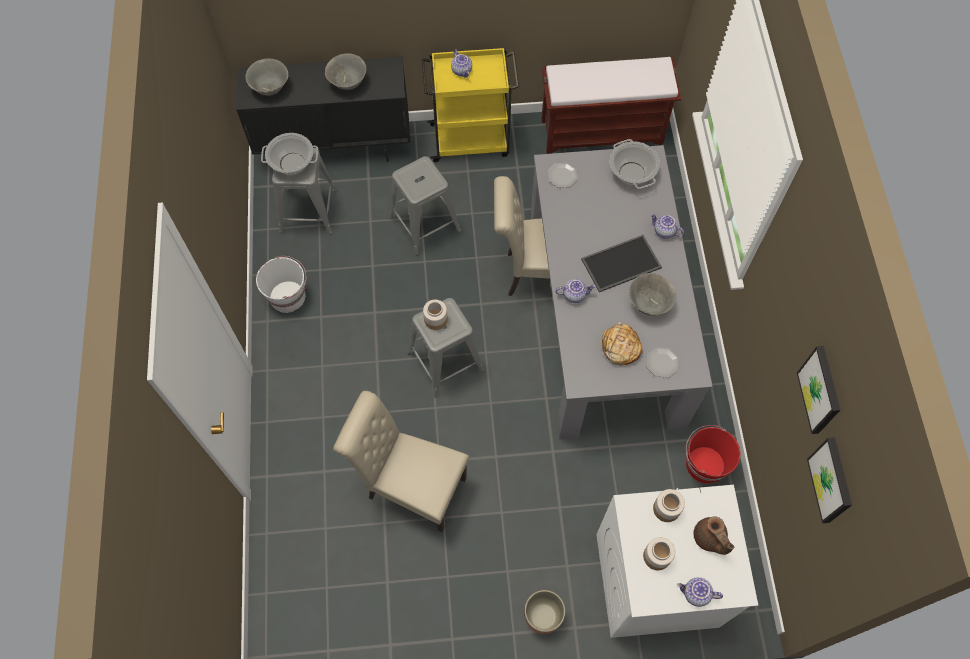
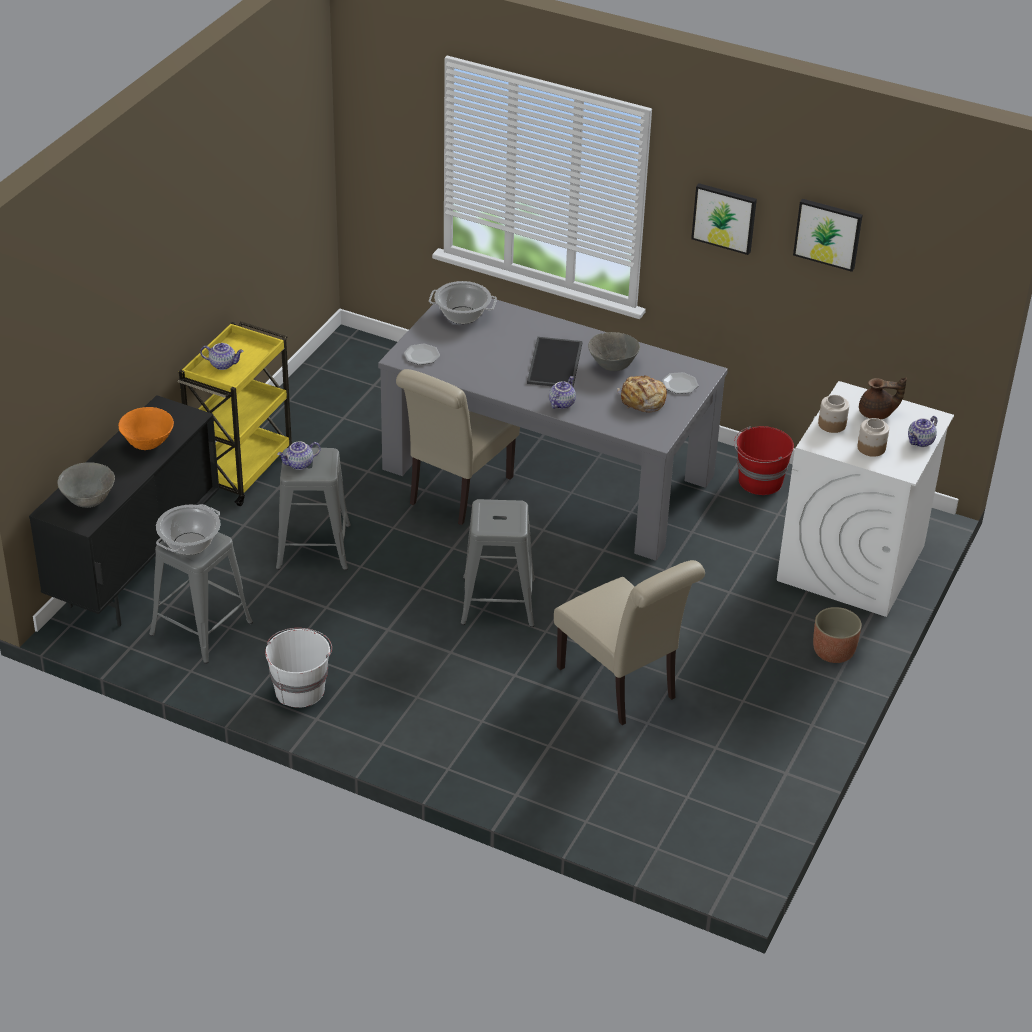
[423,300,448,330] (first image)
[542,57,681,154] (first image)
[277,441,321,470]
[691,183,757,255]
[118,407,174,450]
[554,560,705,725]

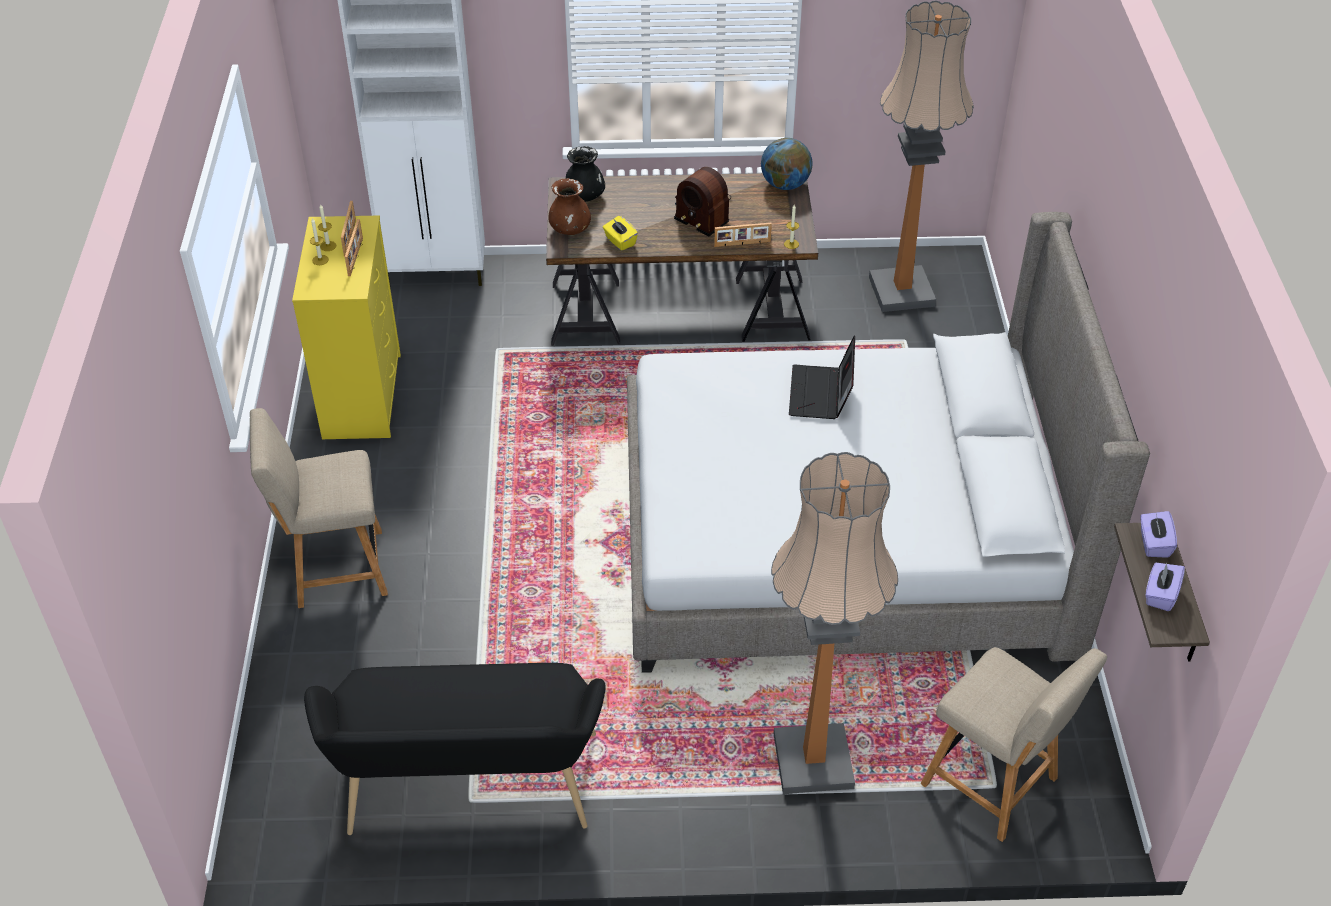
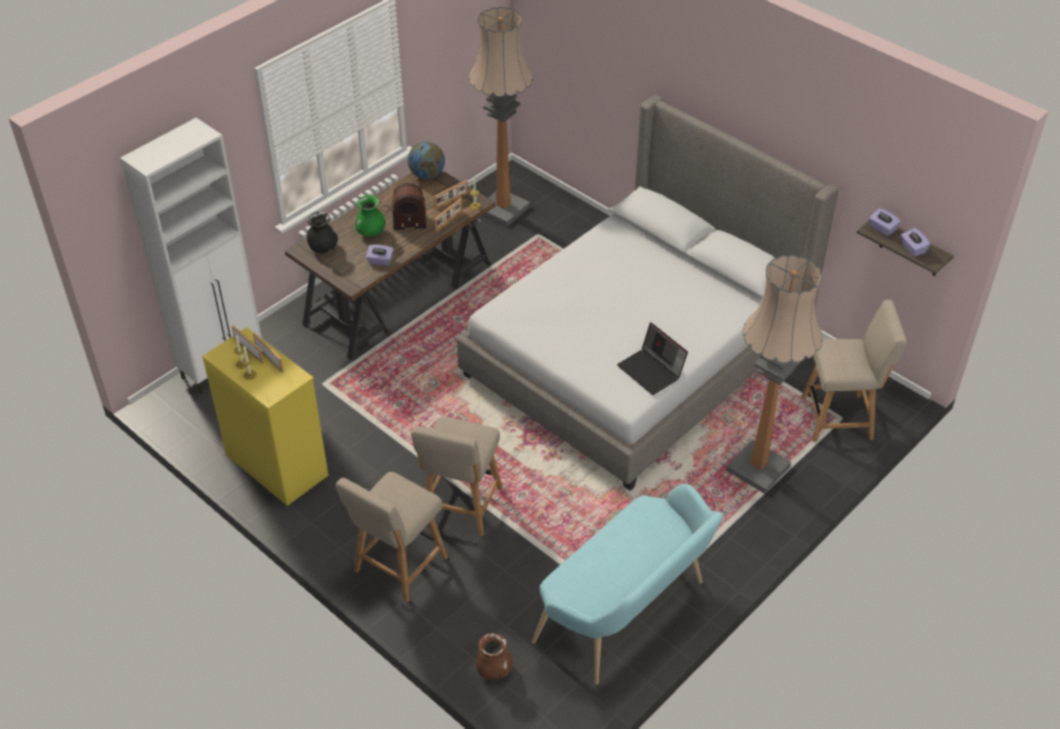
[355,195,385,237]
[411,416,503,536]
[434,180,468,209]
[476,633,512,680]
[617,322,688,395]
[532,484,723,685]
[366,244,394,266]

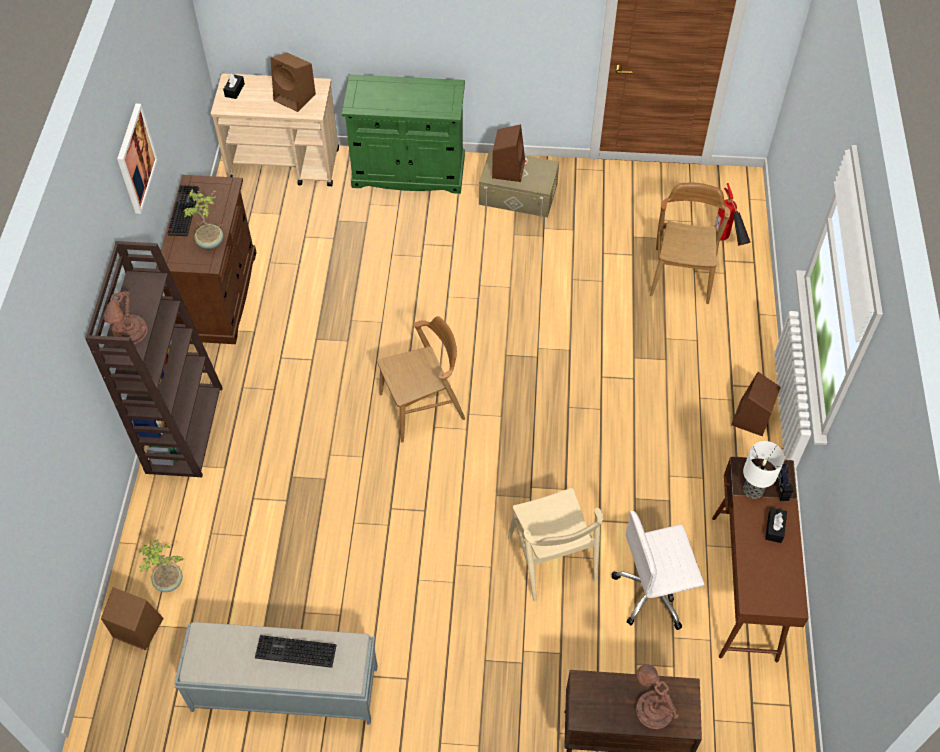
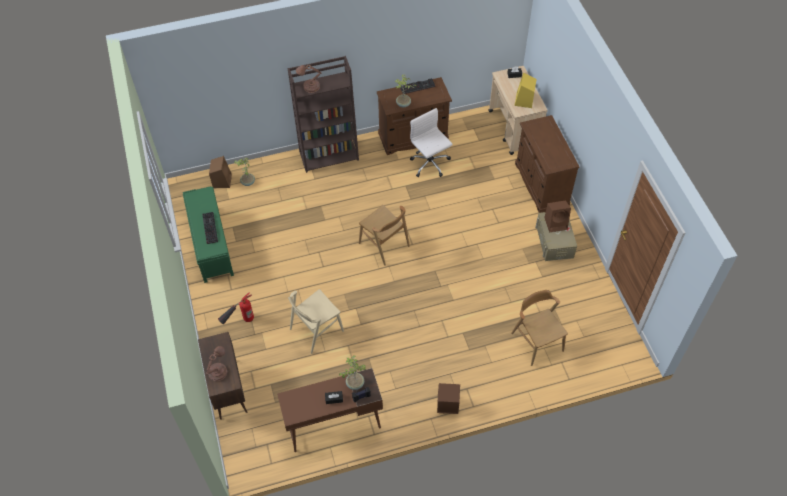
[117,104,158,214] (first image)
[410,108,453,177]
[218,292,254,324]
[339,355,366,390]
[183,187,234,283]
[514,72,537,108]
[515,115,580,213]
[511,290,568,366]

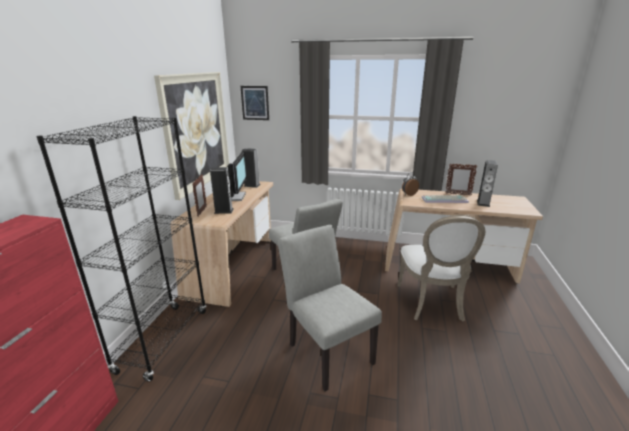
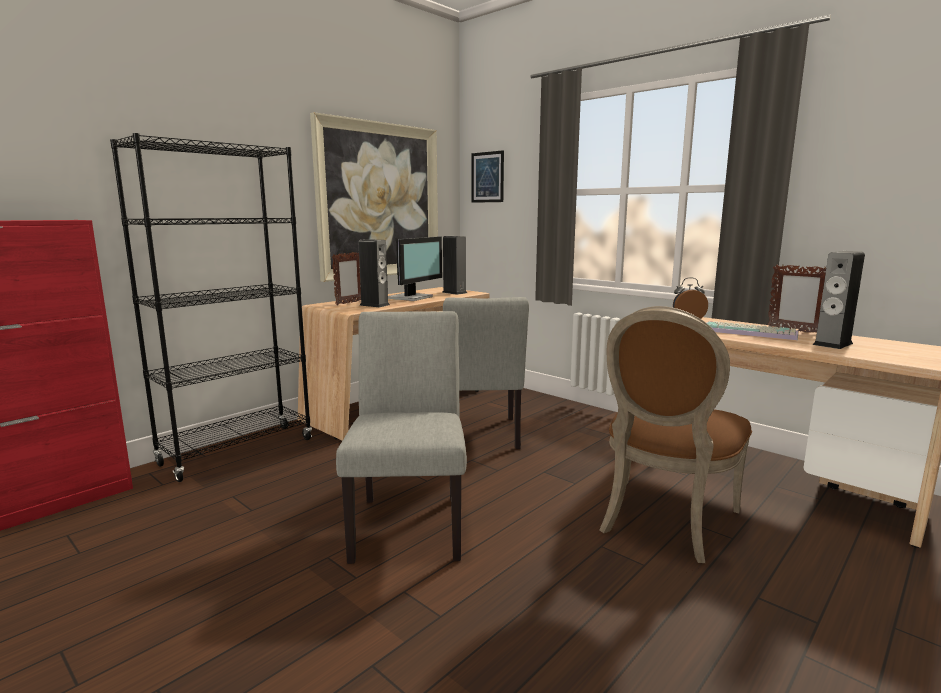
[599,306,752,563]

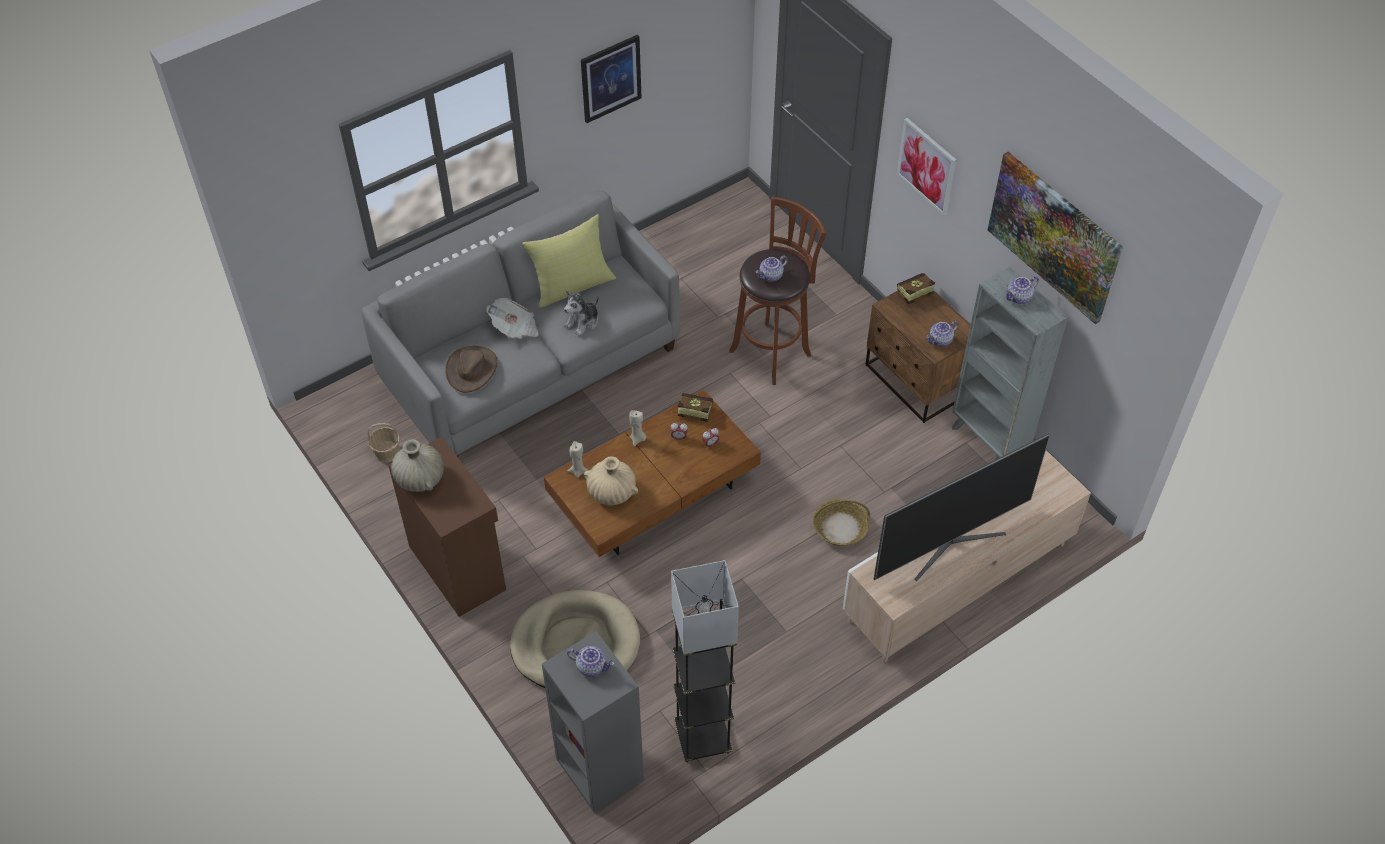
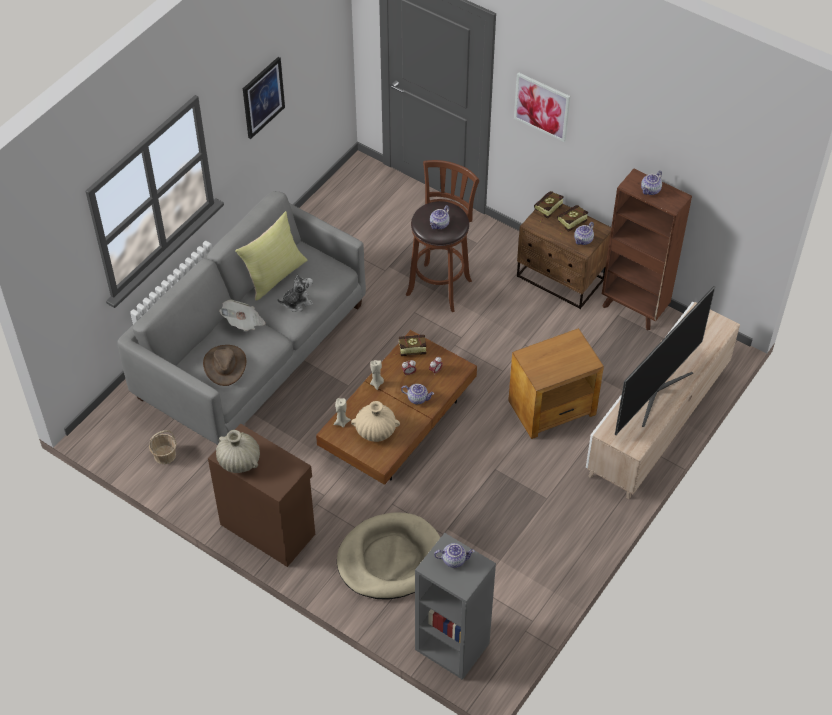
[671,560,739,763] (first image)
[988,152,1123,324] (first image)
[401,384,434,404]
[557,205,588,234]
[508,328,604,439]
[602,169,692,330]
[277,274,313,312]

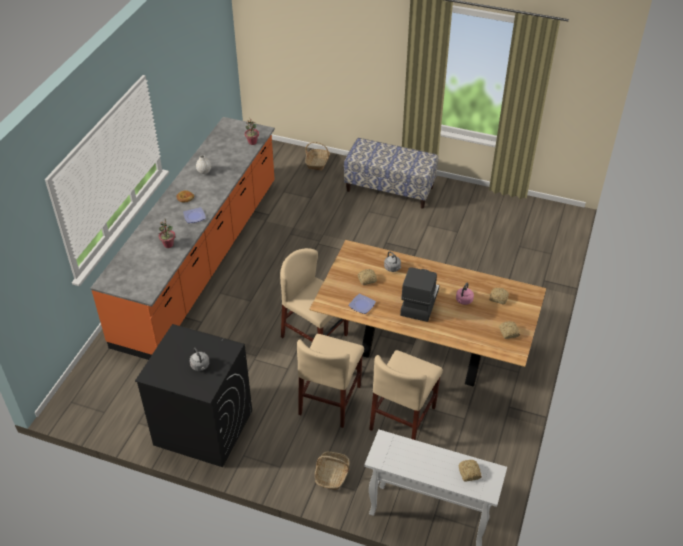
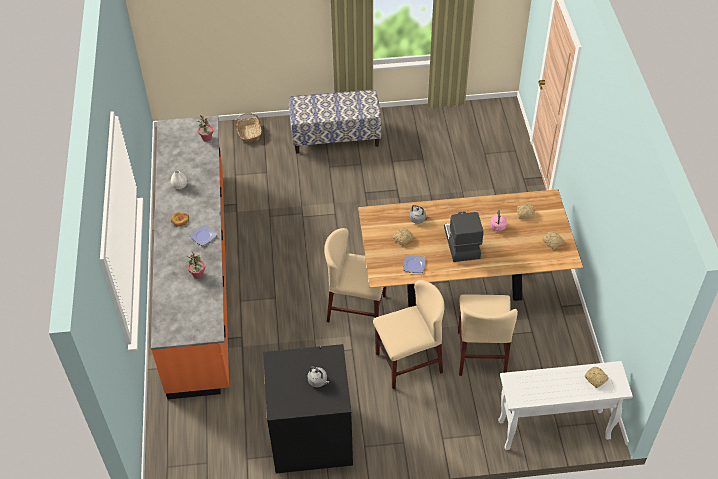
[315,452,350,490] (first image)
[373,280,445,389]

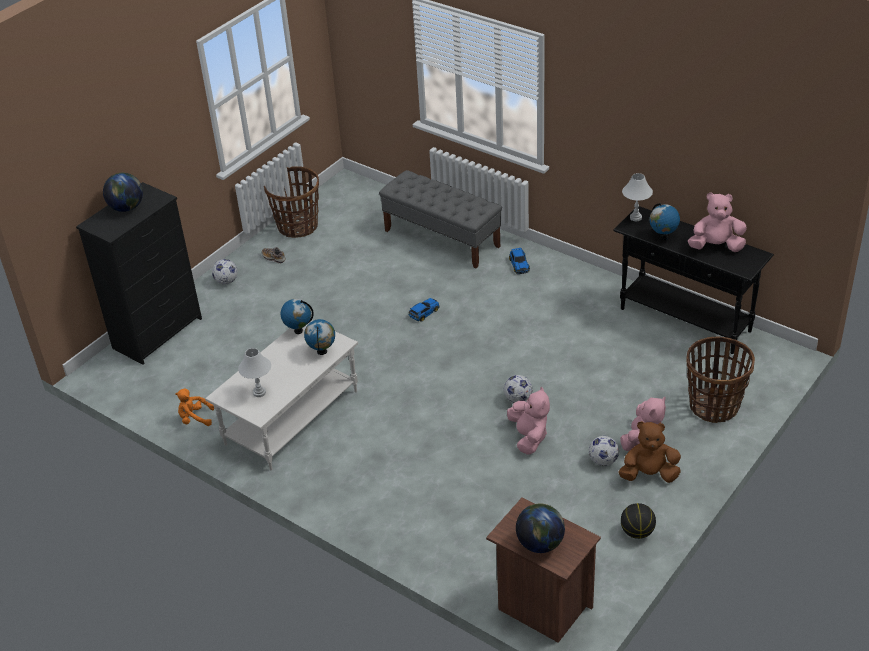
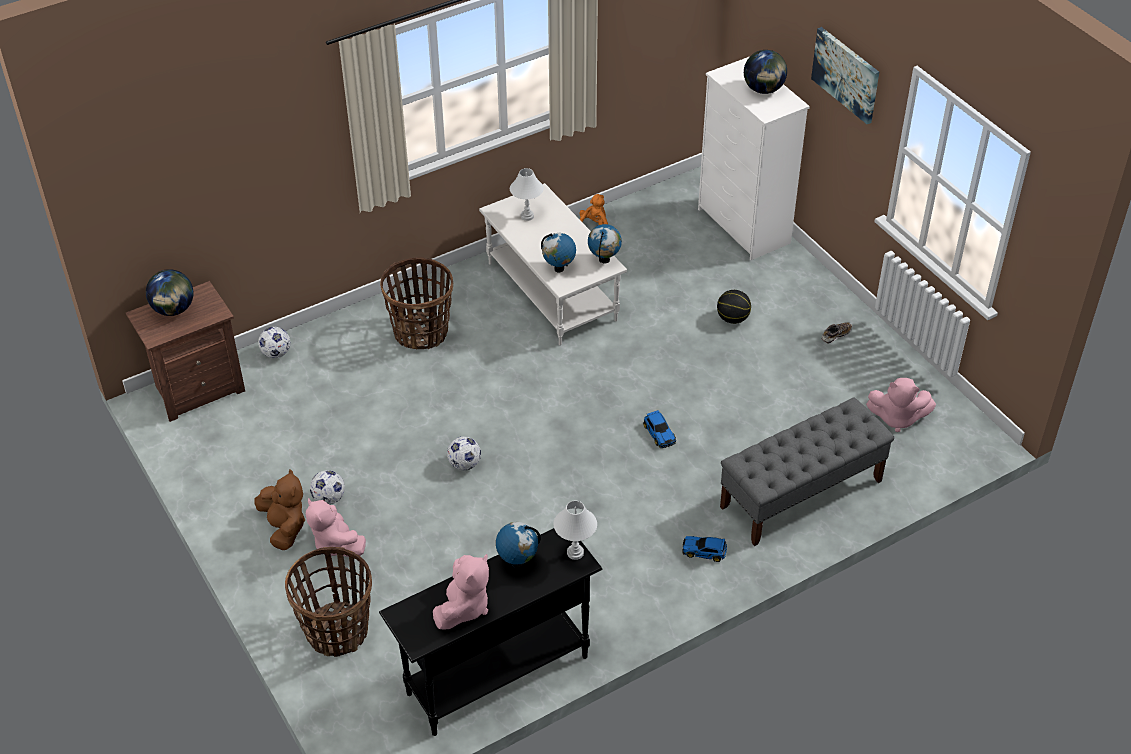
[811,27,879,124]
[258,327,290,358]
[380,257,453,349]
[866,378,936,432]
[717,290,751,324]
[698,57,810,260]
[254,469,305,550]

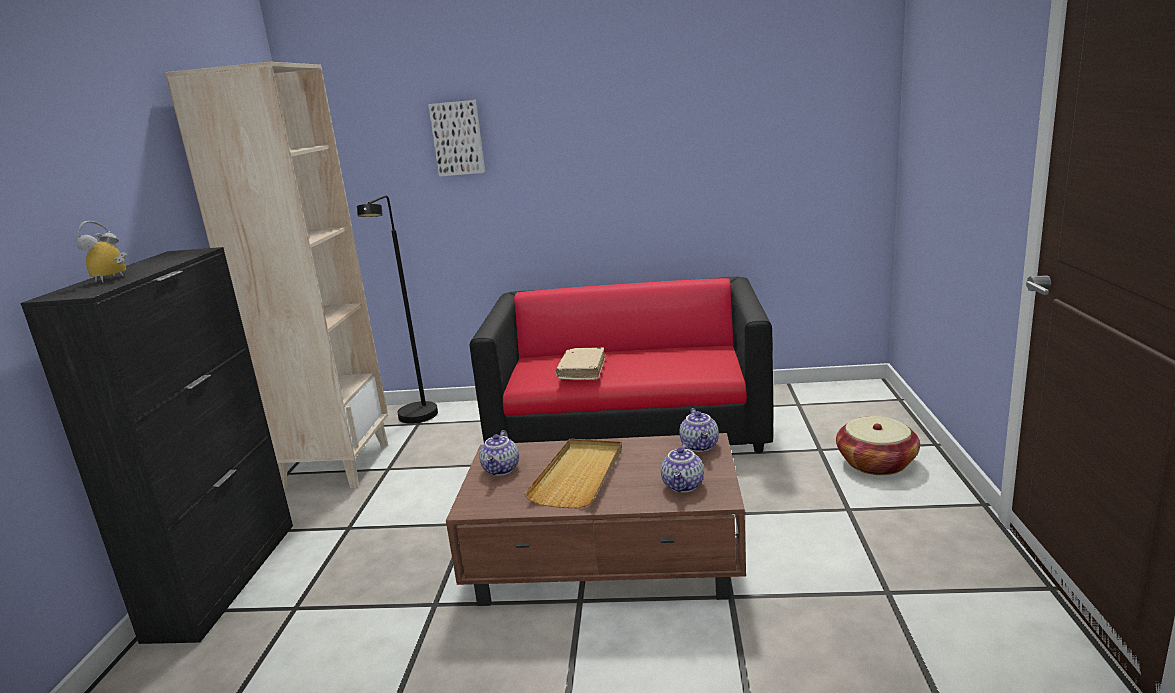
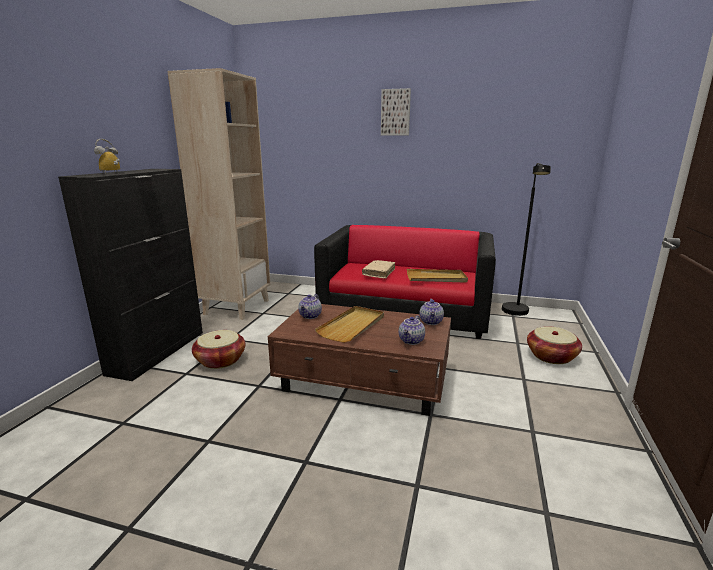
[192,330,245,369]
[407,269,468,283]
[502,163,551,316]
[381,88,411,136]

